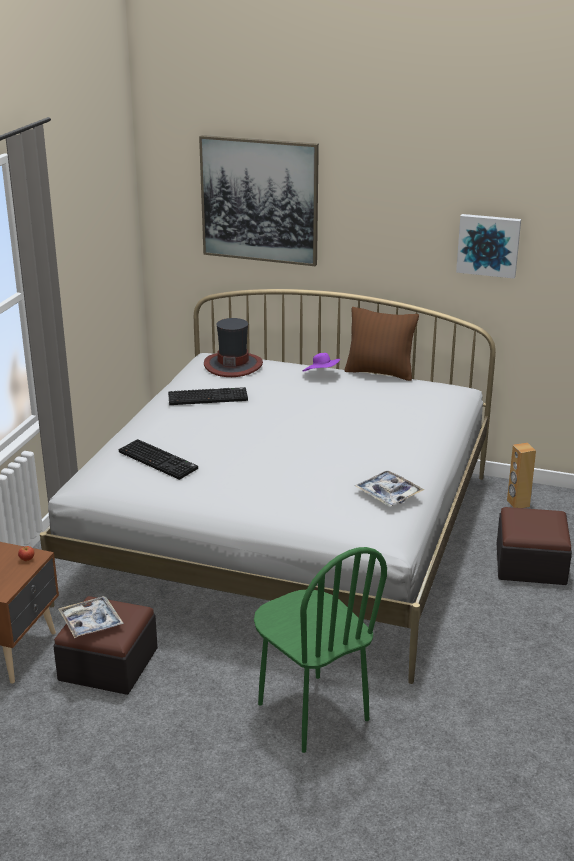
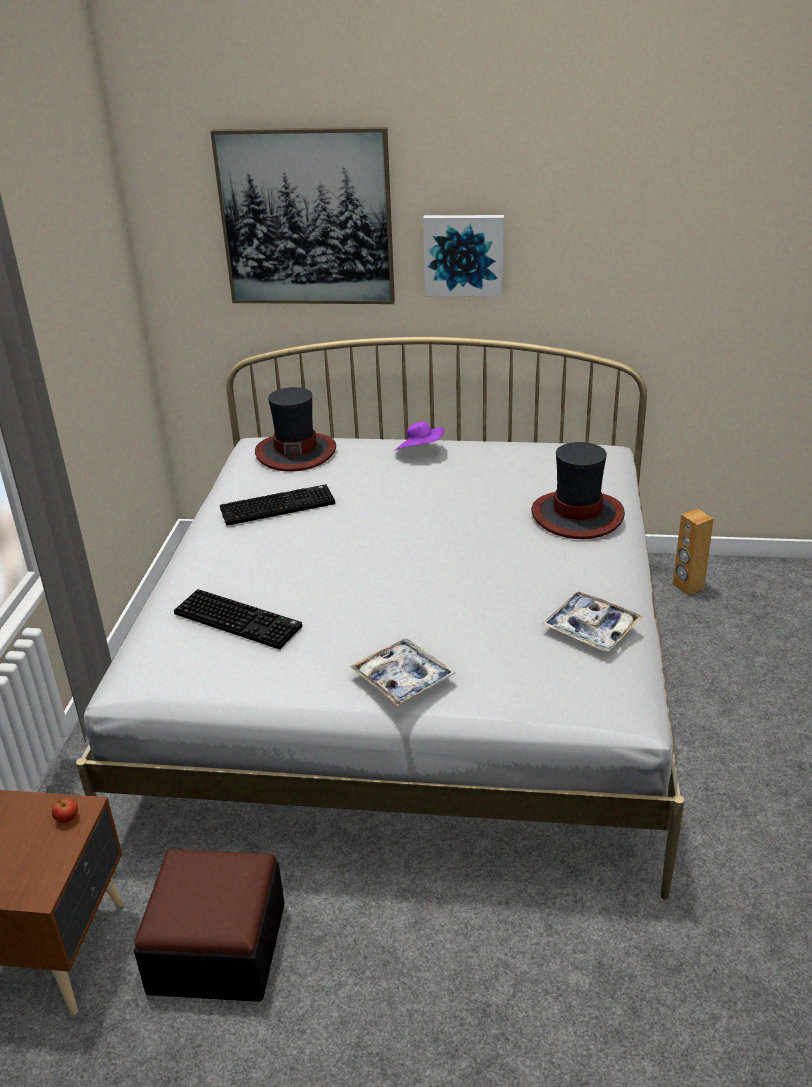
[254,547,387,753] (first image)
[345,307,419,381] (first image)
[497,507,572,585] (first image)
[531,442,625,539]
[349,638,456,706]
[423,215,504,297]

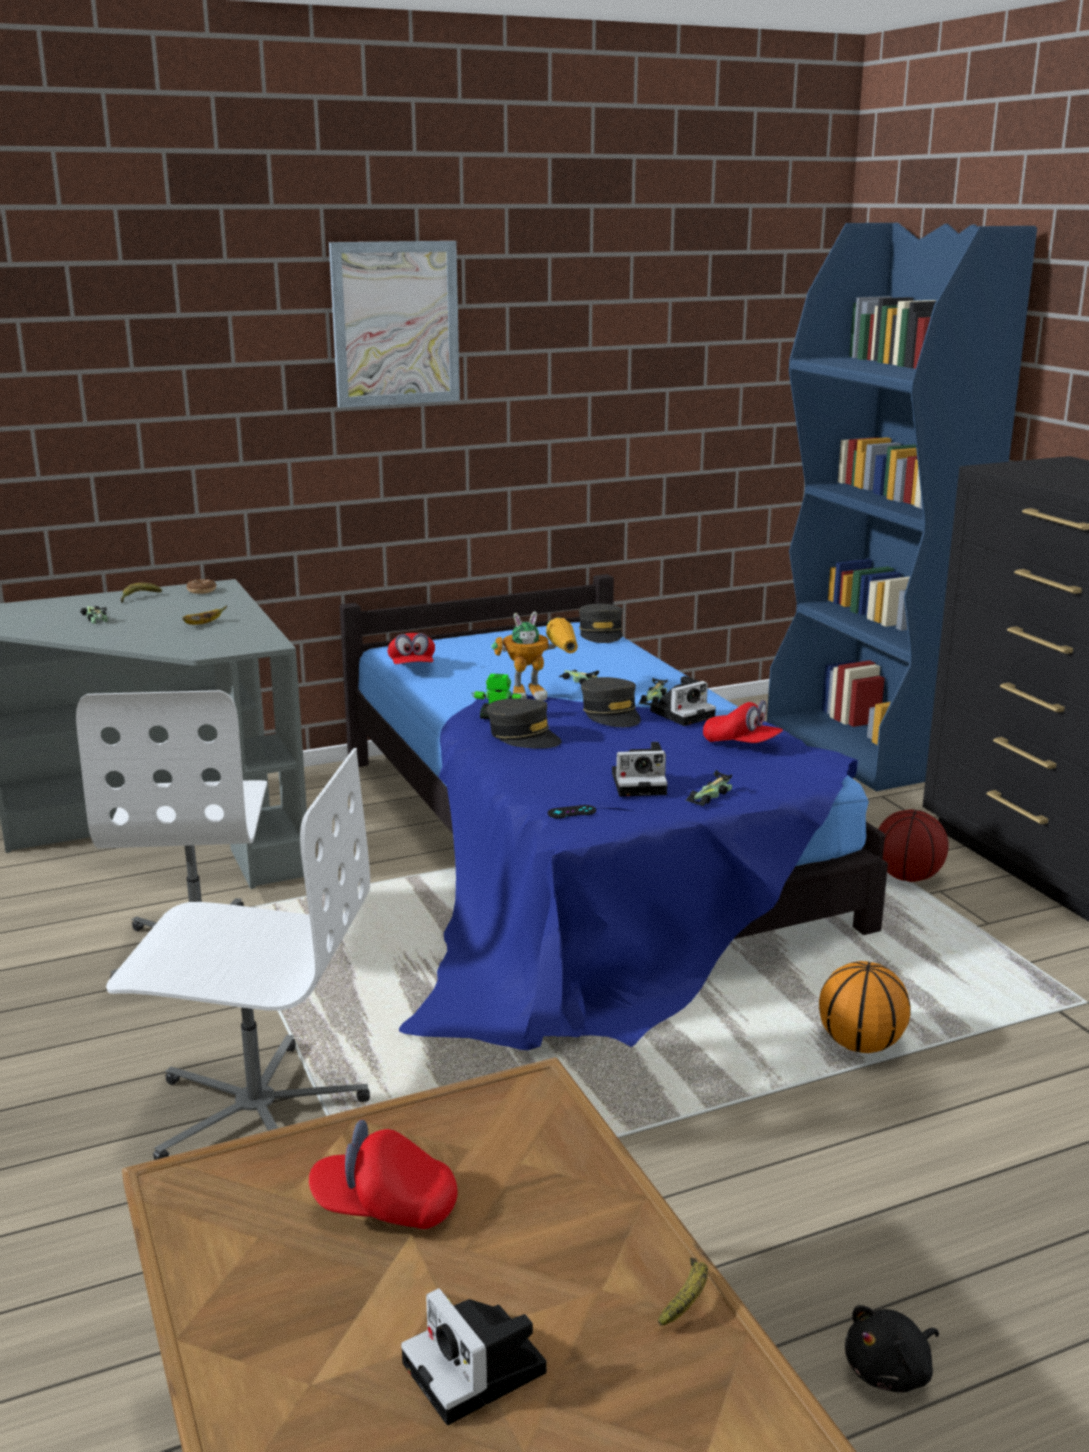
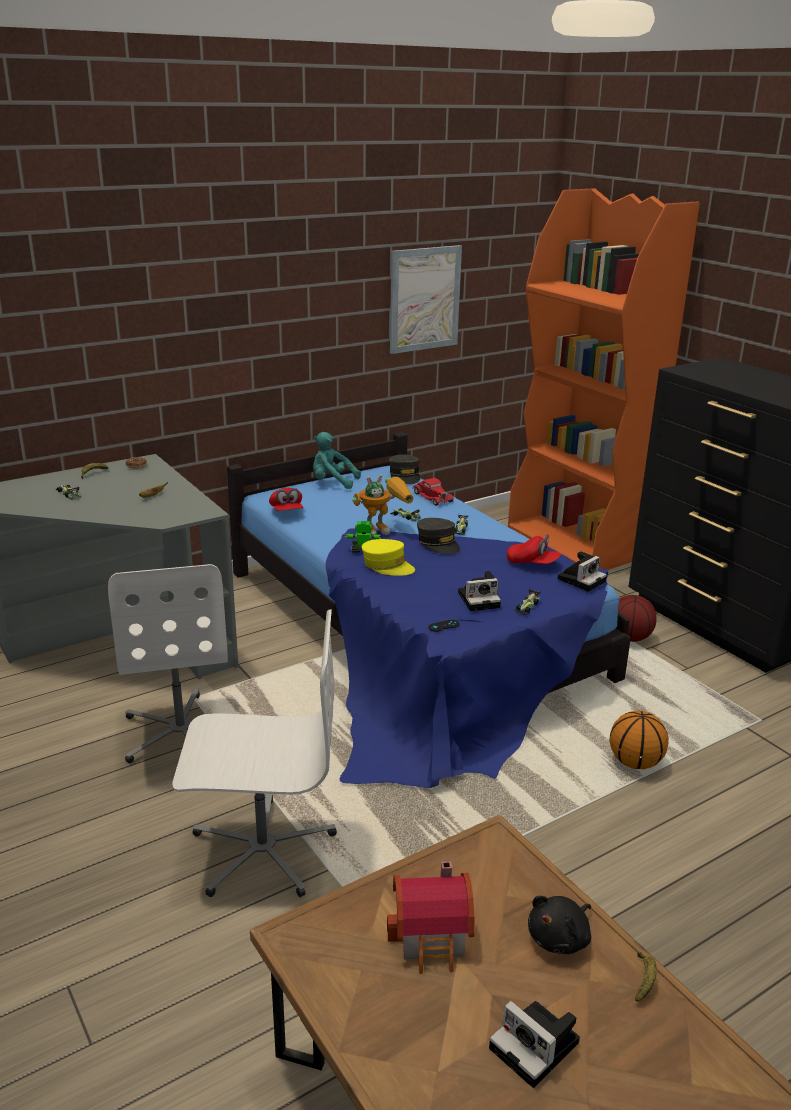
[313,432,361,489]
[412,478,454,506]
[390,245,462,354]
[557,551,607,592]
[528,896,591,954]
[387,861,474,974]
[361,539,415,576]
[508,188,700,570]

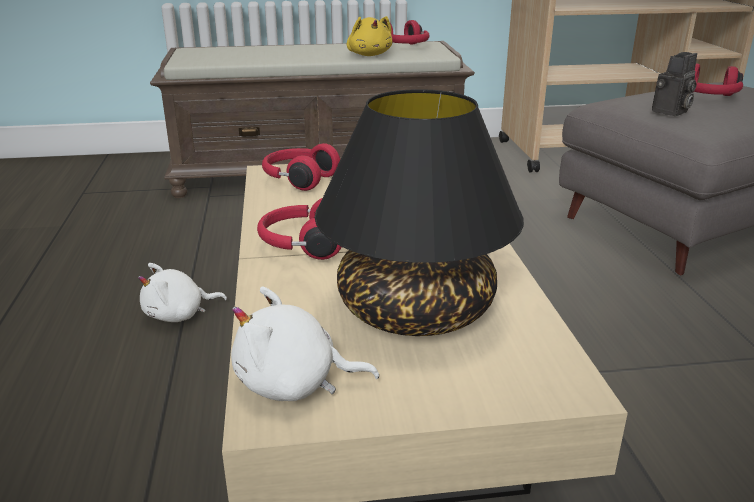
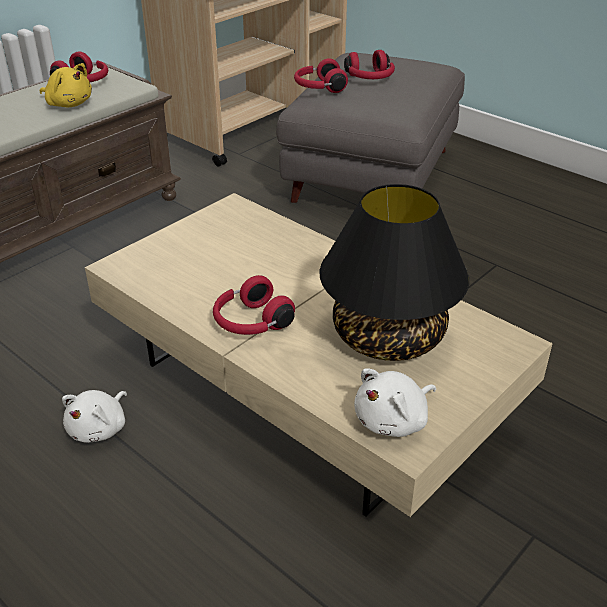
[652,52,697,116] (first image)
[294,58,348,93]

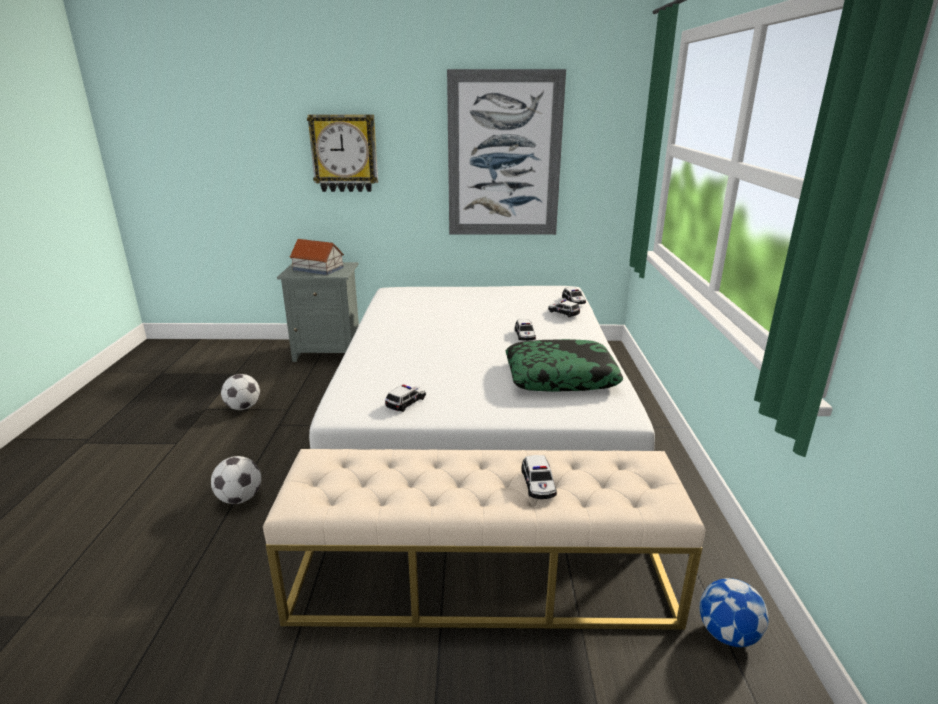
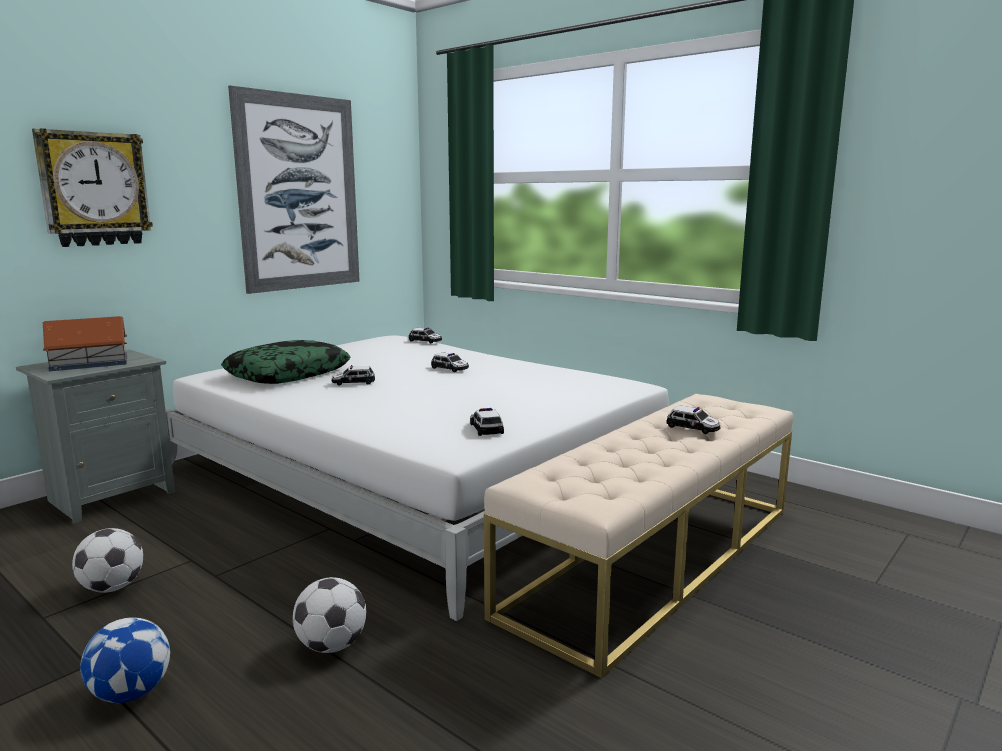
[221,340,350,384]
[332,365,375,386]
[80,617,170,703]

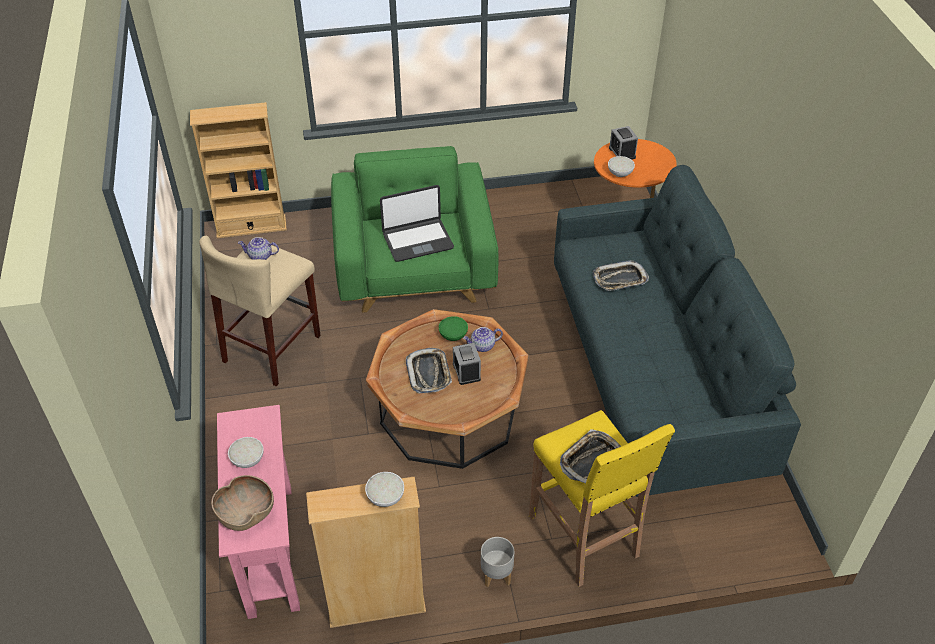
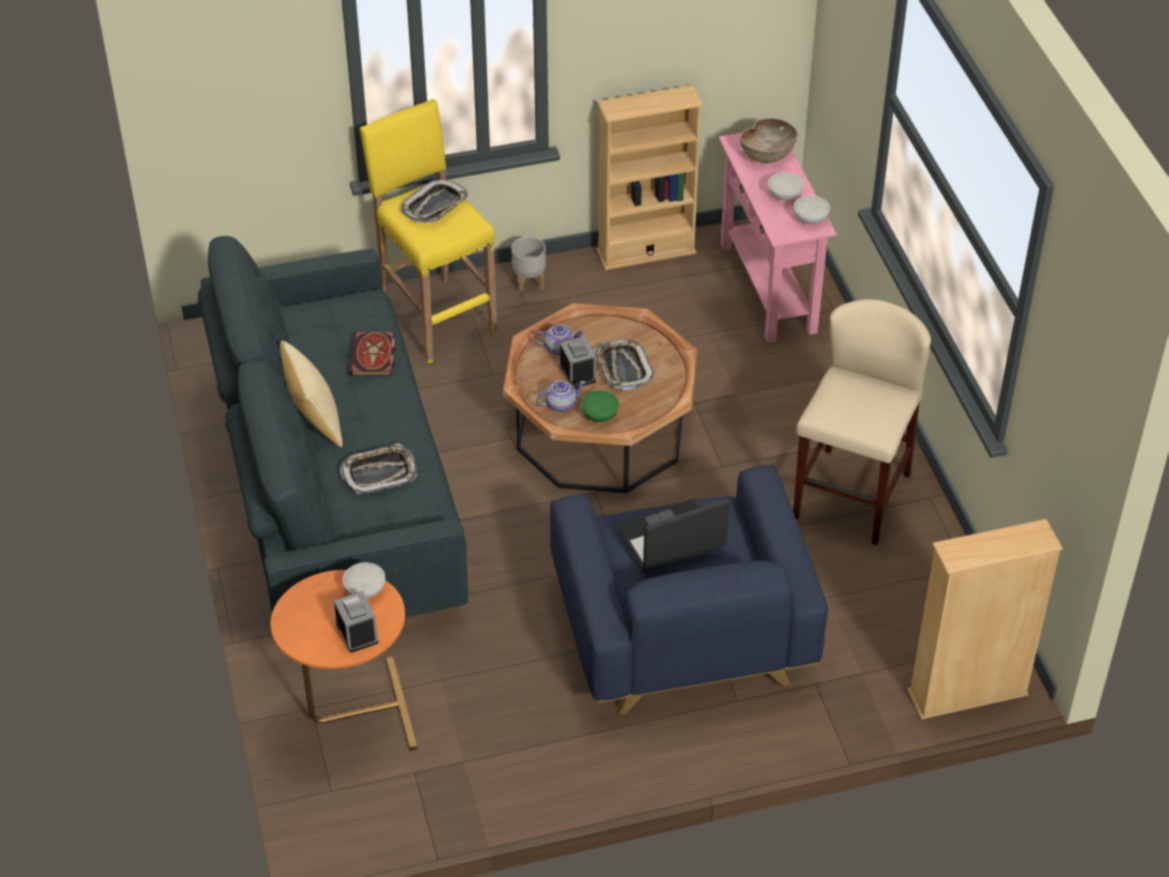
[280,340,343,448]
[350,331,396,376]
[534,324,585,355]
[794,195,830,224]
[550,464,828,715]

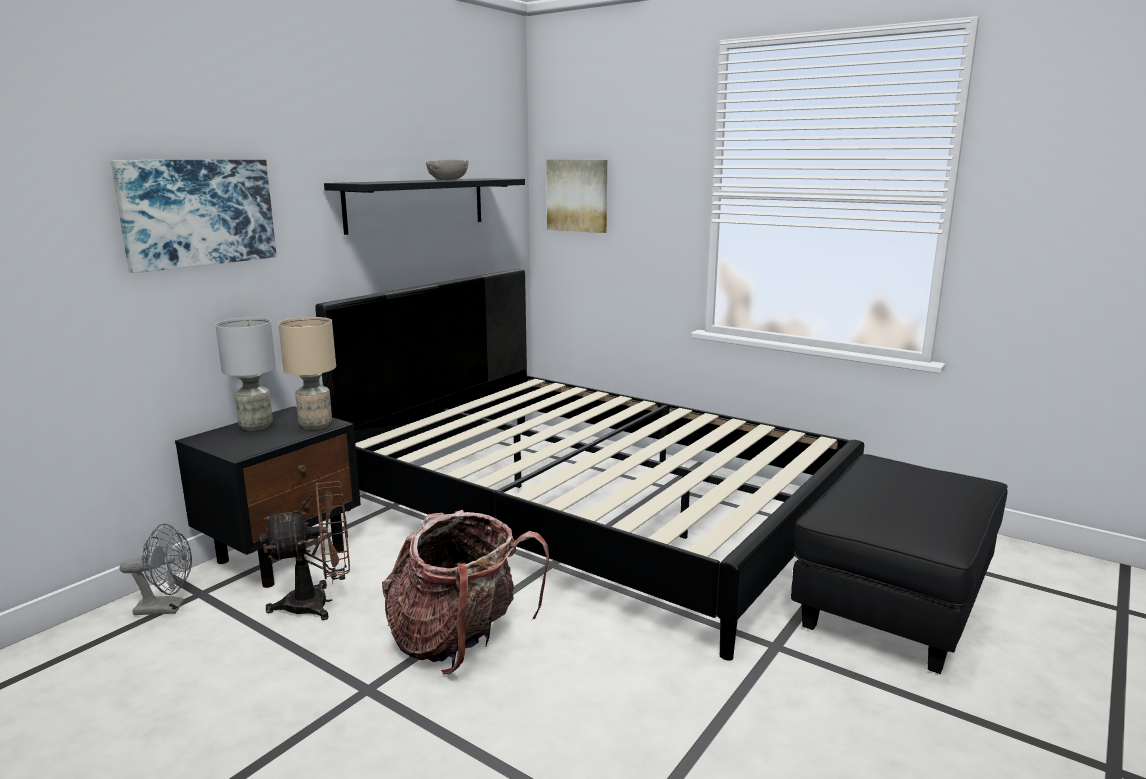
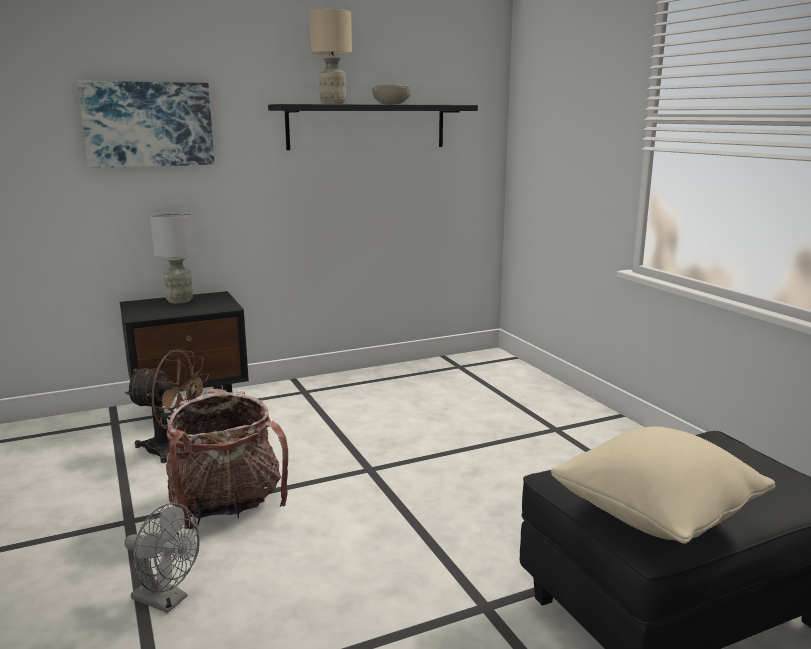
[315,269,864,661] (first image)
[546,160,607,233] (first image)
[551,427,775,544]
[124,503,200,613]
[310,9,352,104]

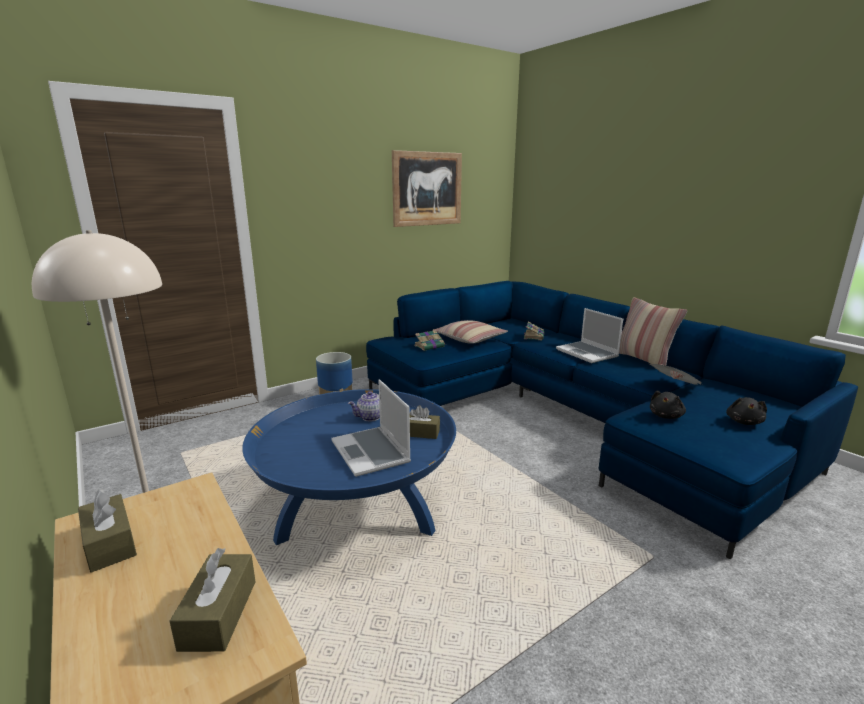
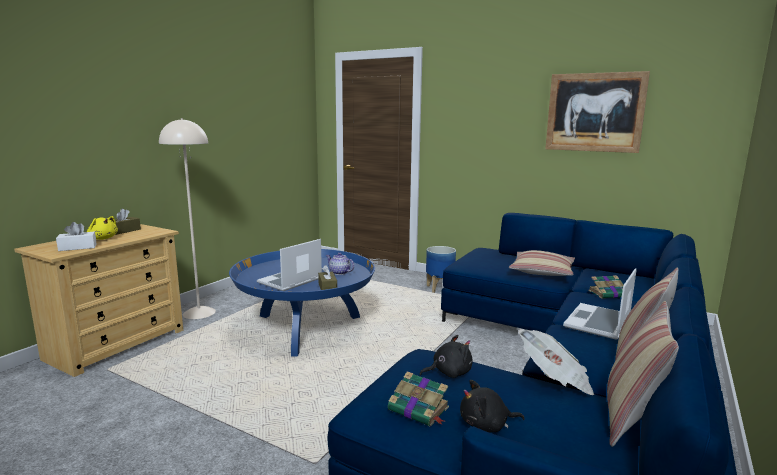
[87,216,118,240]
[607,301,679,447]
[388,371,449,427]
[56,222,97,251]
[420,335,473,378]

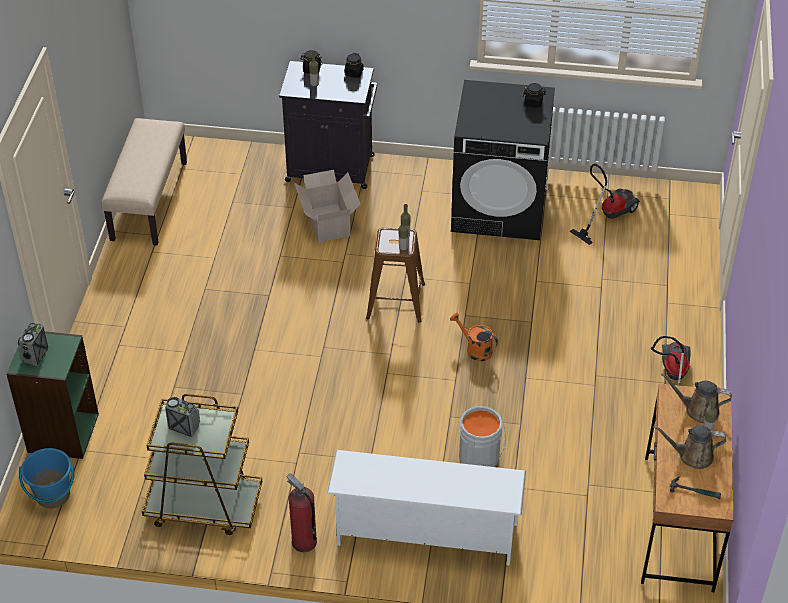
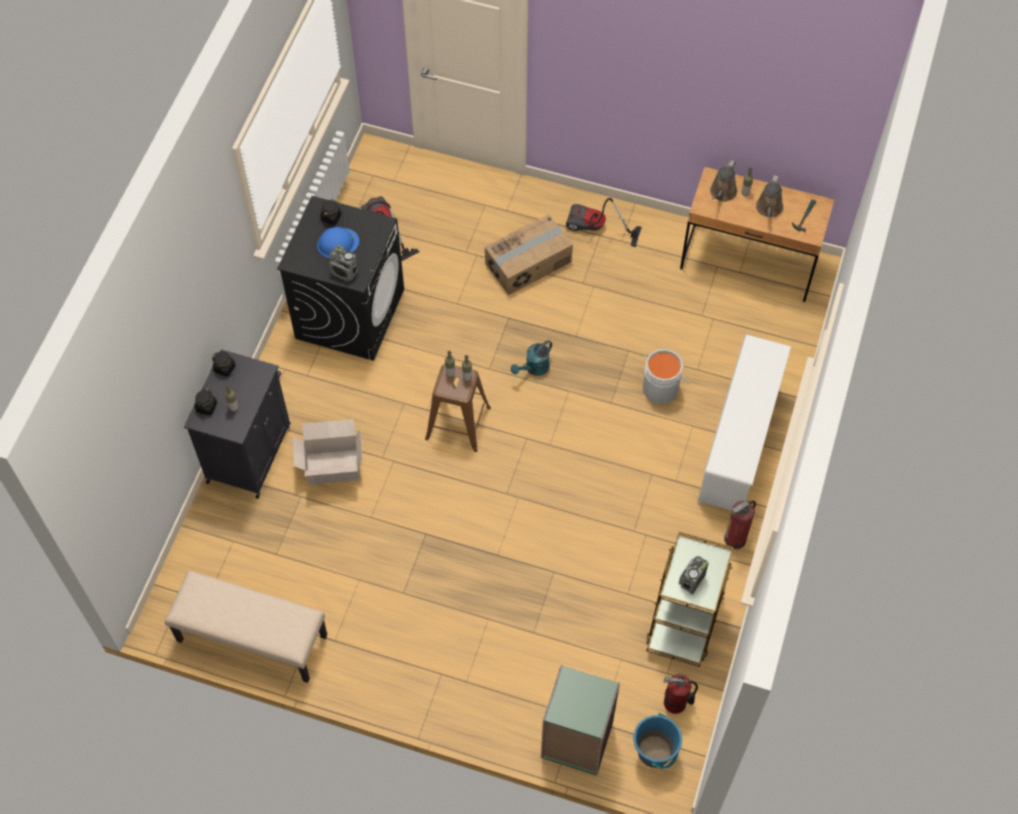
[317,227,359,258]
[485,214,573,295]
[663,674,698,714]
[329,245,358,281]
[511,340,552,376]

